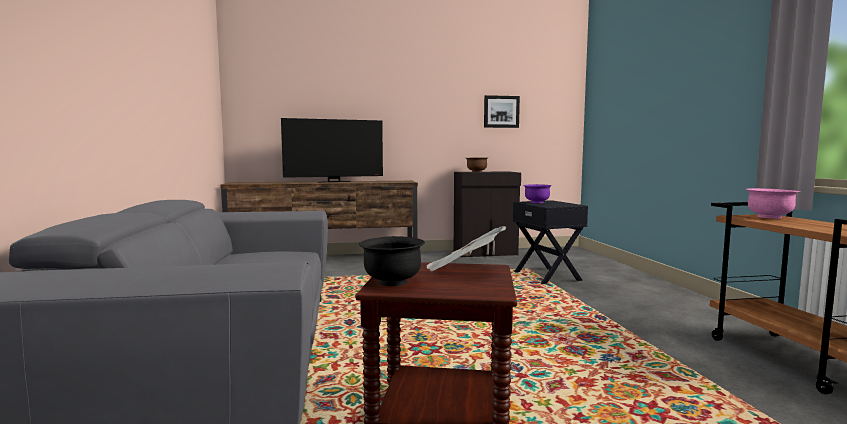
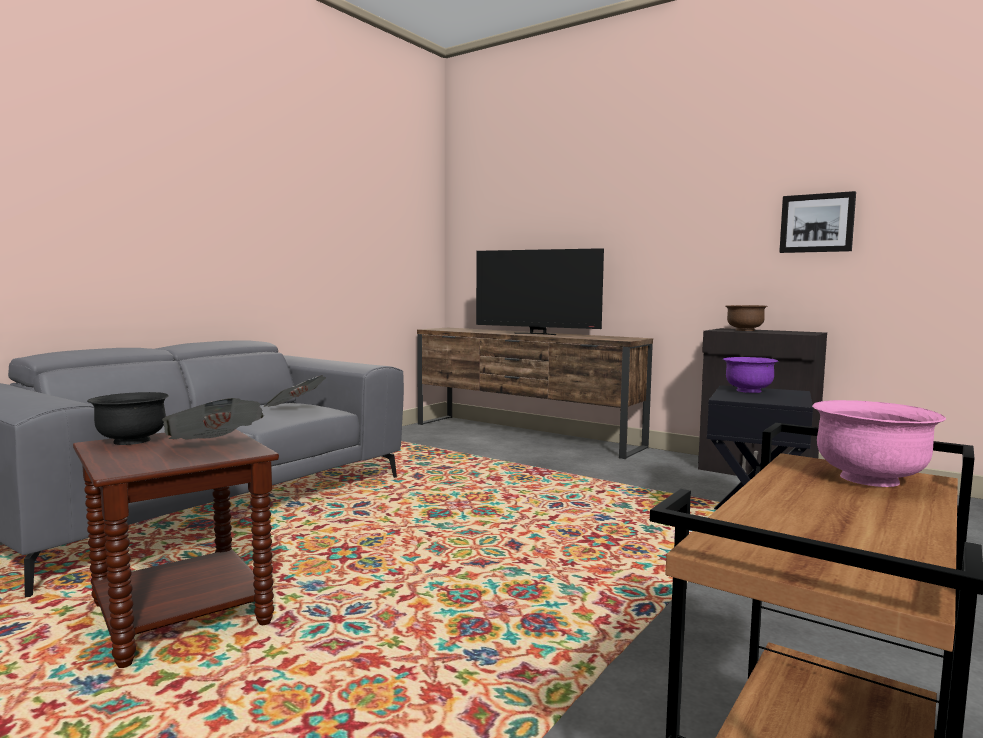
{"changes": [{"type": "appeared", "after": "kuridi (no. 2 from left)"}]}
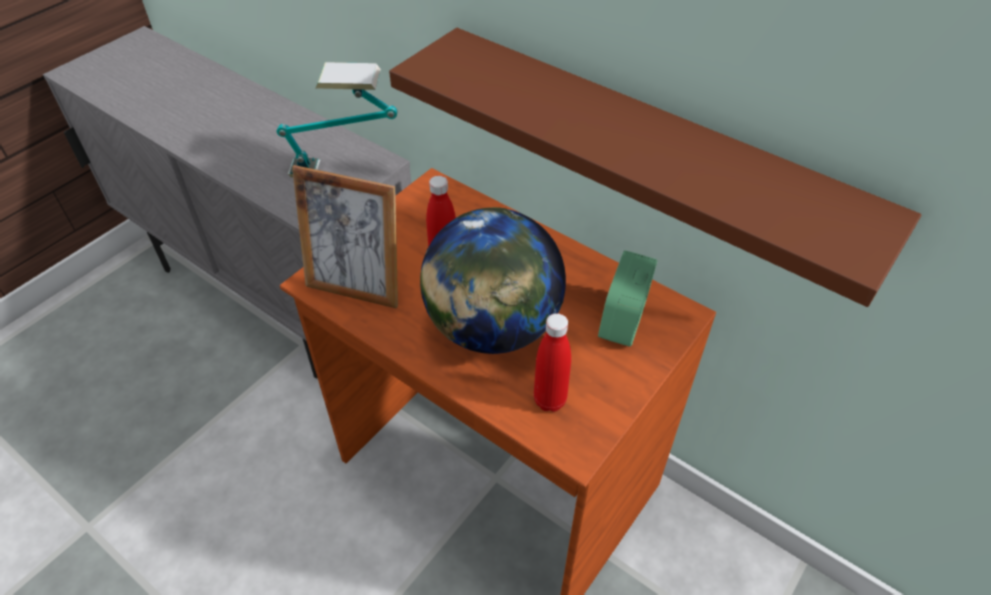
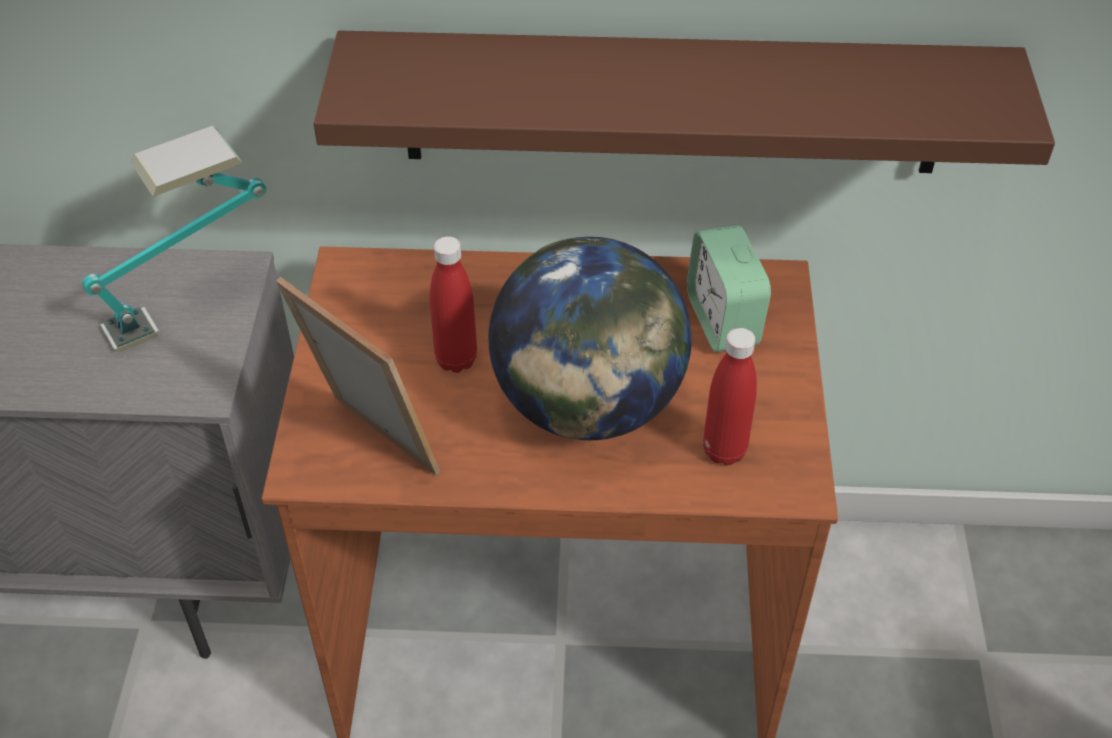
{"changes": [{"type": "spun", "before": "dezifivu", "turn": -120}]}
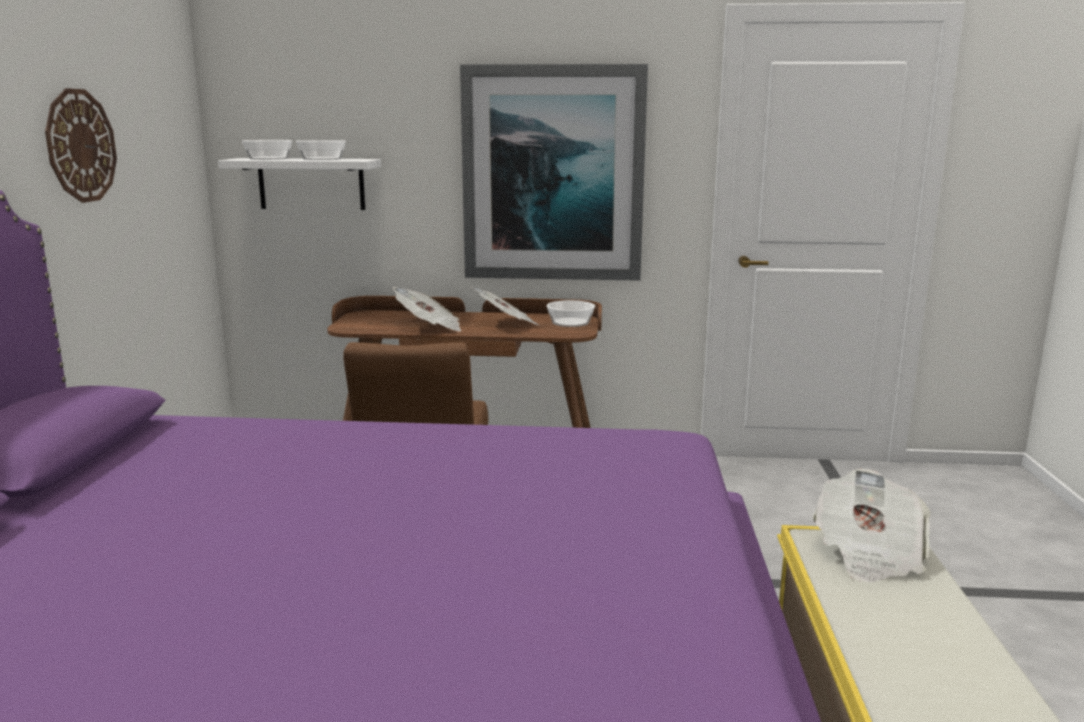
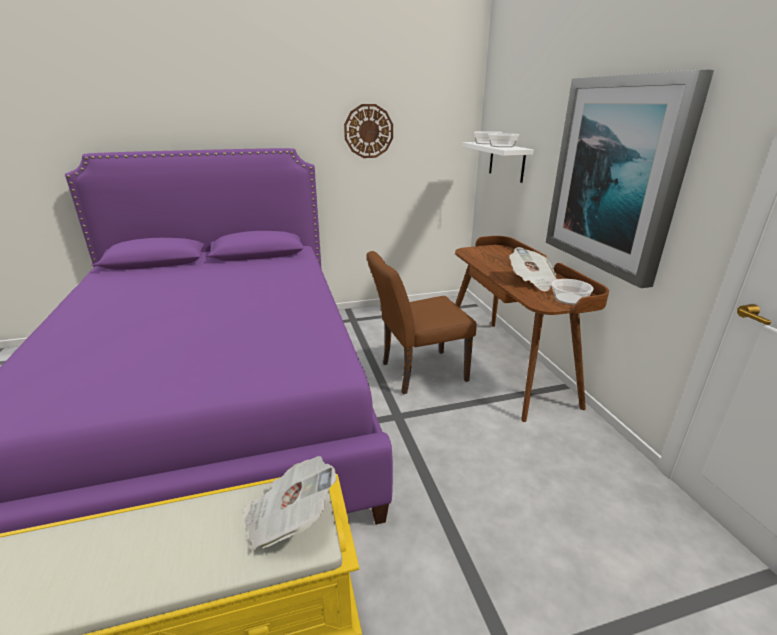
{"changes": [{"type": "missing", "before": "kuridi (no. 1 from left)"}]}
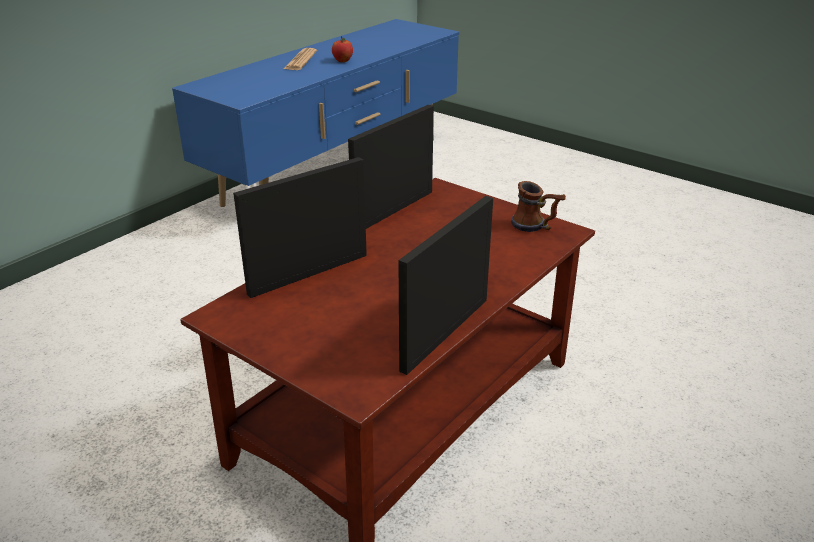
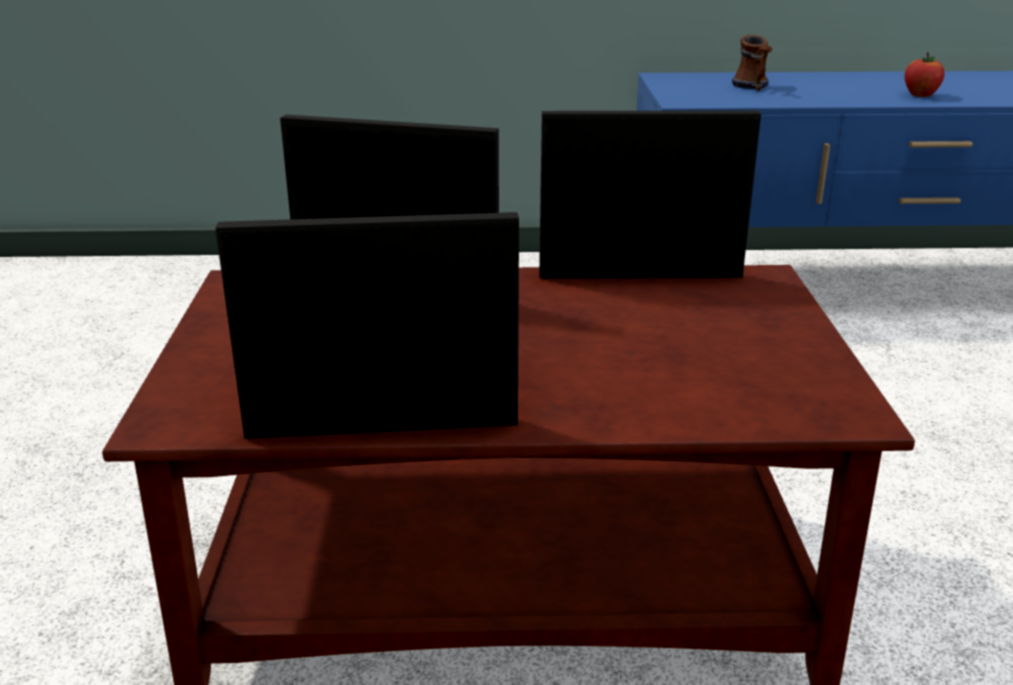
{"changes": [{"type": "missing", "before": "kuridi"}, {"type": "relocated", "before": "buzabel"}]}
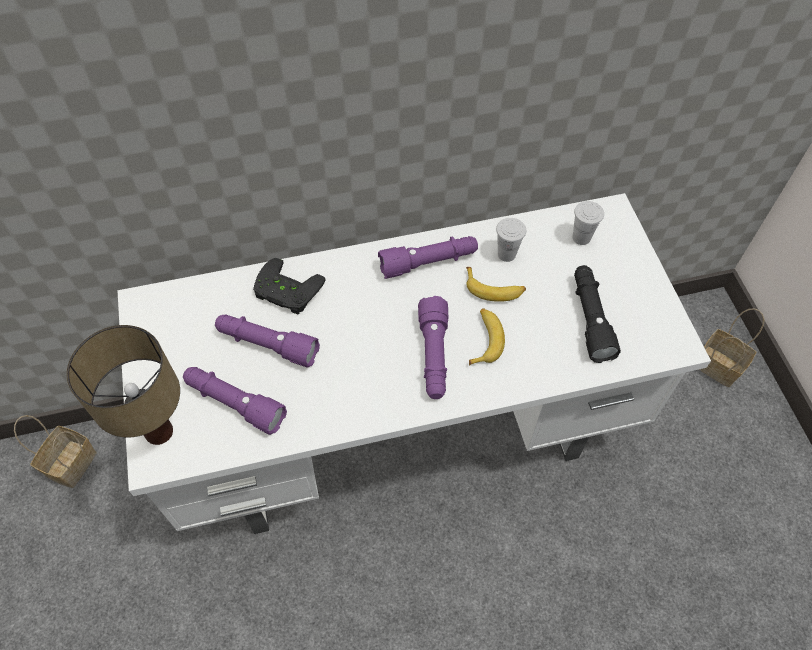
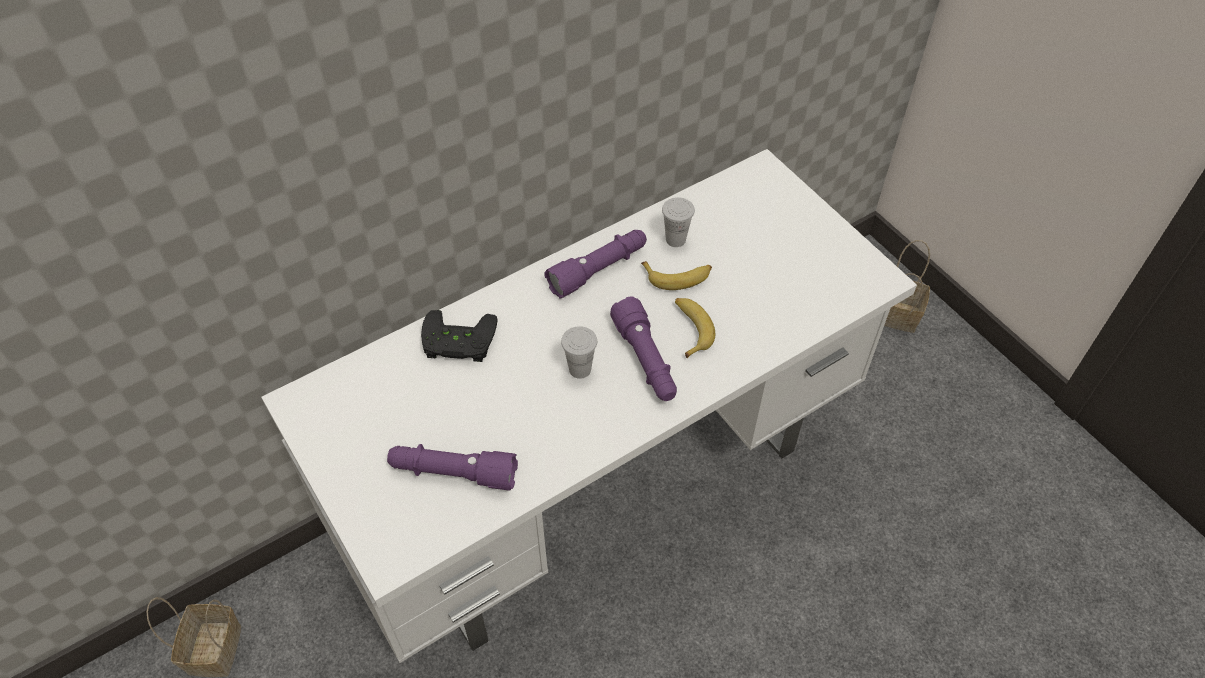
{"changes": [{"type": "relocated", "before": "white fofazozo (no. 2 from left in the first image)", "after": "white fofazozo (no. 1 from left)"}, {"type": "missing", "before": "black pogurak"}, {"type": "missing", "before": "purple pogurak (no. 2 from left)"}, {"type": "missing", "before": "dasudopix"}]}
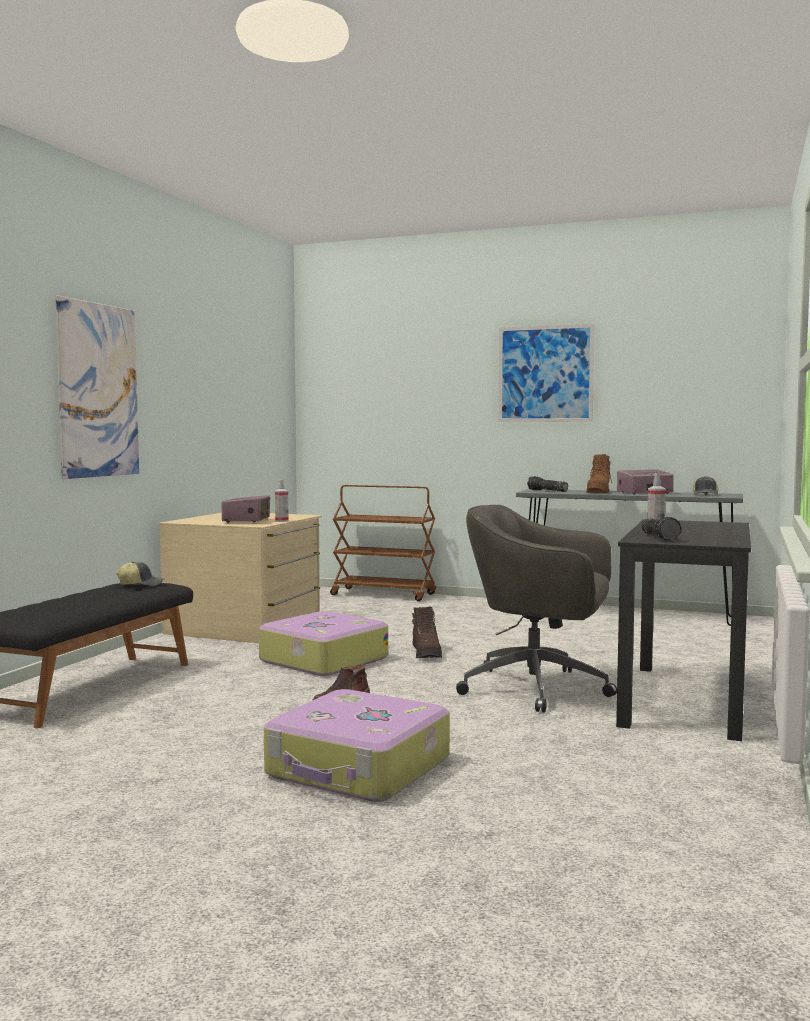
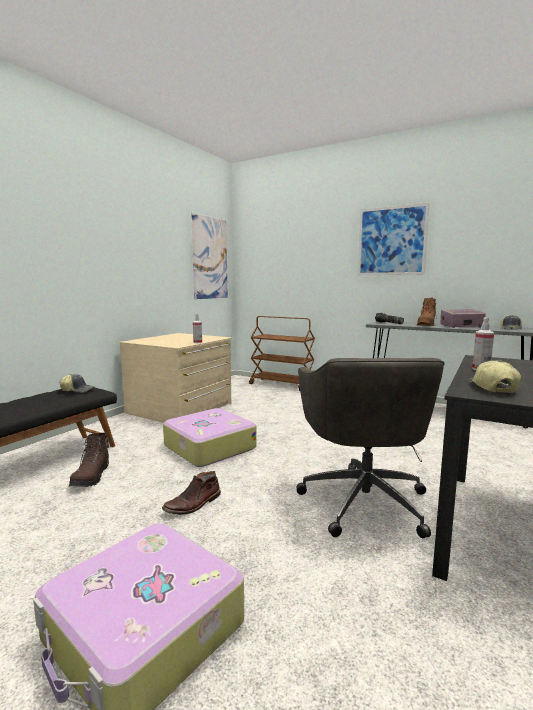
{"changes": [{"type": "relocated", "before": "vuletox (no. 1 from left)"}, {"type": "missing", "before": "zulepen (no. 1 from left)"}, {"type": "spun", "before": "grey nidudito", "turn": -120}, {"type": "exchanged", "before": "pogurak (no. 2 from left)", "after": "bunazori (no. 2 from left)"}, {"type": "relocated", "before": "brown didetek (no. 2 from left in the first image)", "after": "brown didetek (no. 1 from left)"}]}
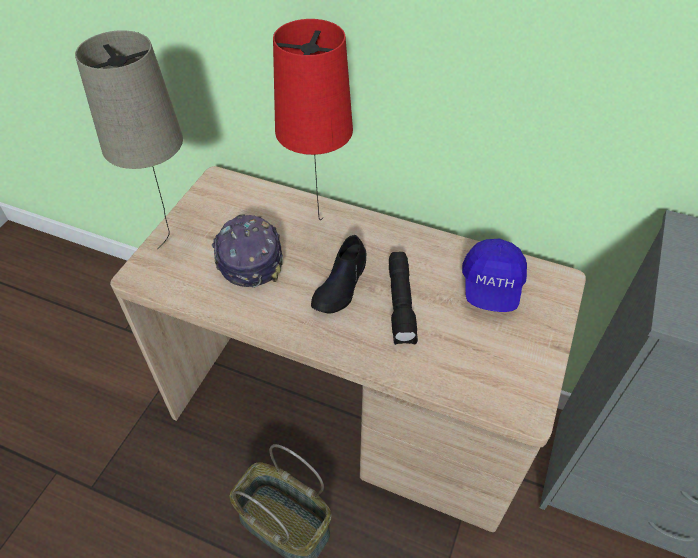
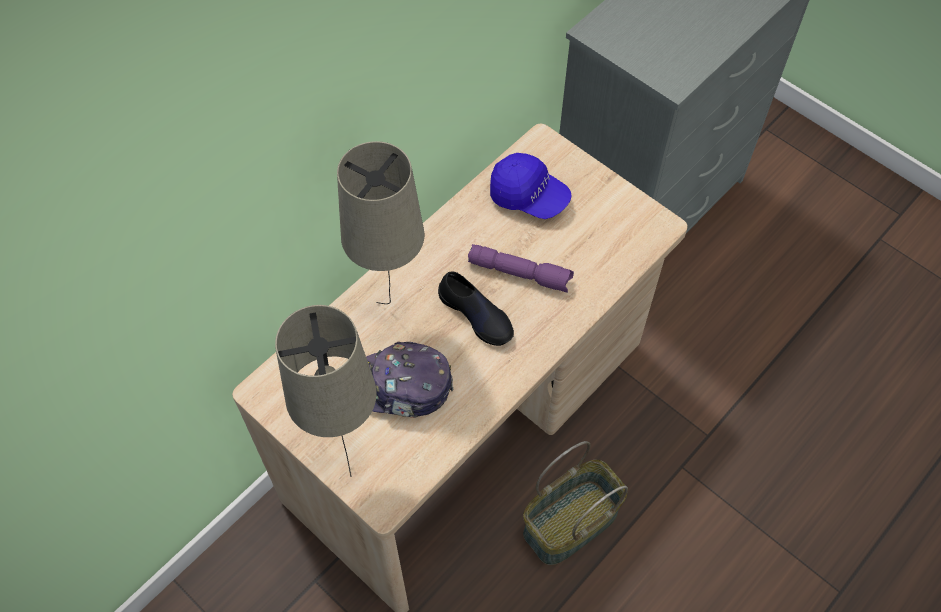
{"changes": [{"type": "colour", "before": "red dasudopix", "after": "beige dasudopix (no. 2 from left)"}, {"type": "colour", "before": "black pogurak", "after": "purple pogurak"}]}
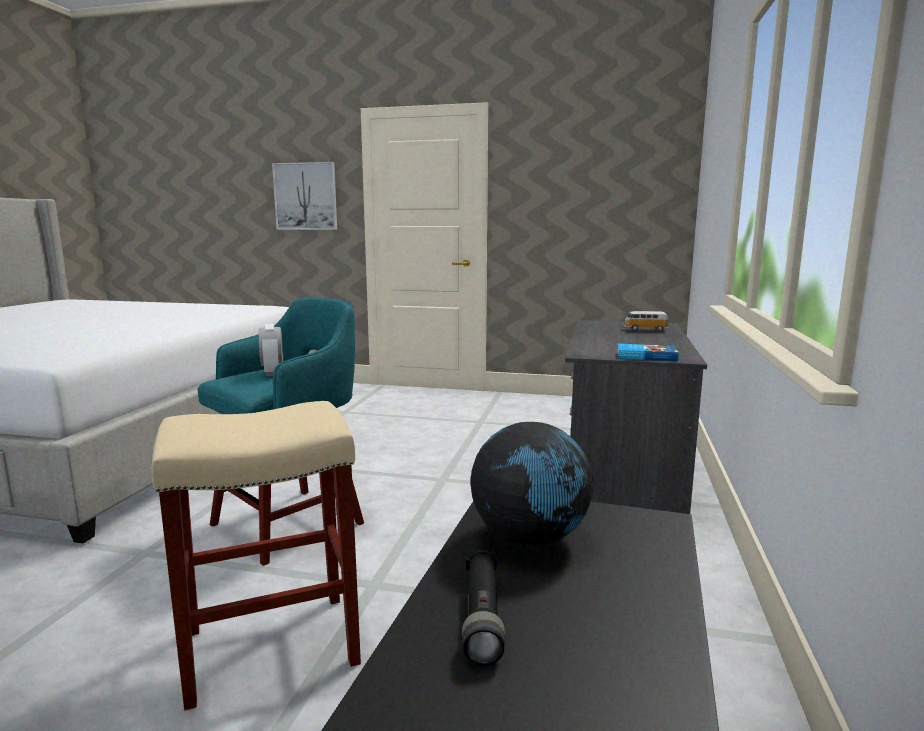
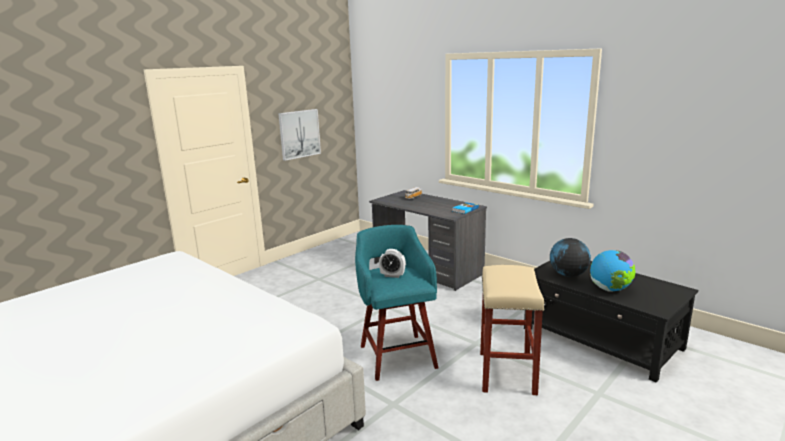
{"changes": [{"type": "relocated", "before": "vuletox"}, {"type": "exchanged", "before": "black pogurak", "after": "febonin (no. 2 from left)"}]}
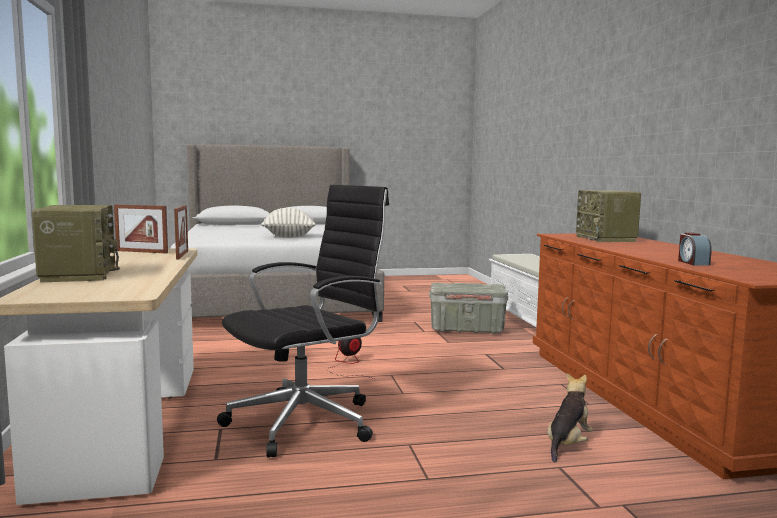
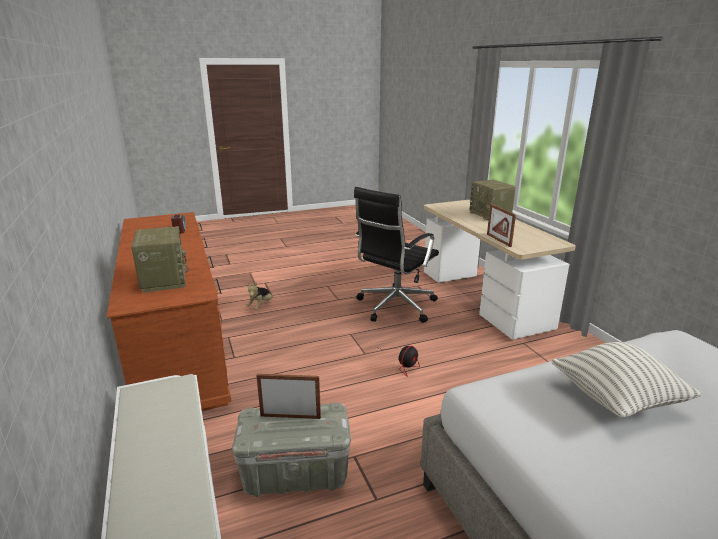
{"changes": [{"type": "relocated", "before": "dezifivu (no. 1 from left)"}]}
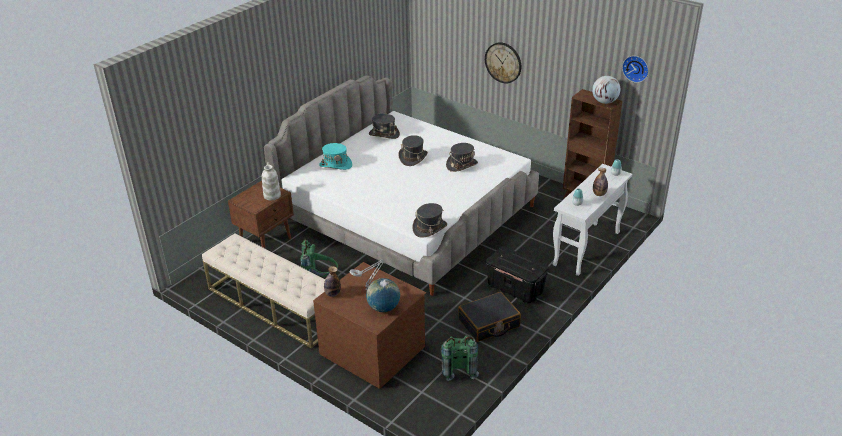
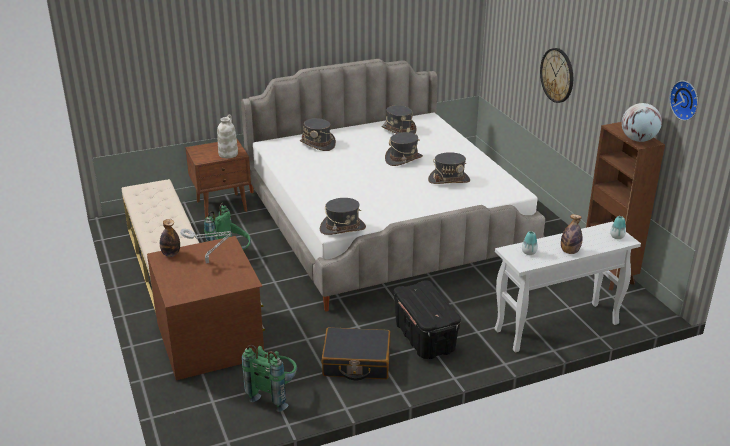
{"changes": [{"type": "colour", "before": "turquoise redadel", "after": "grey redadel (no. 1 from left)"}, {"type": "missing", "before": "febonin (no. 1 from left)"}]}
